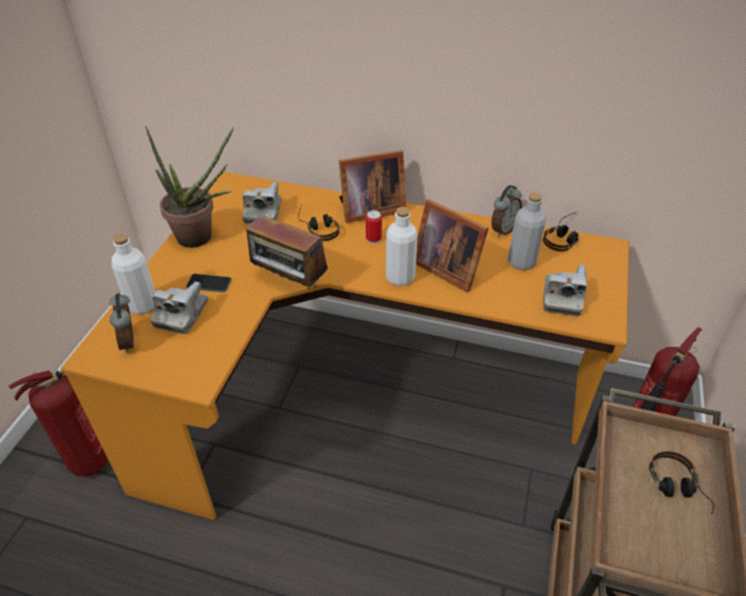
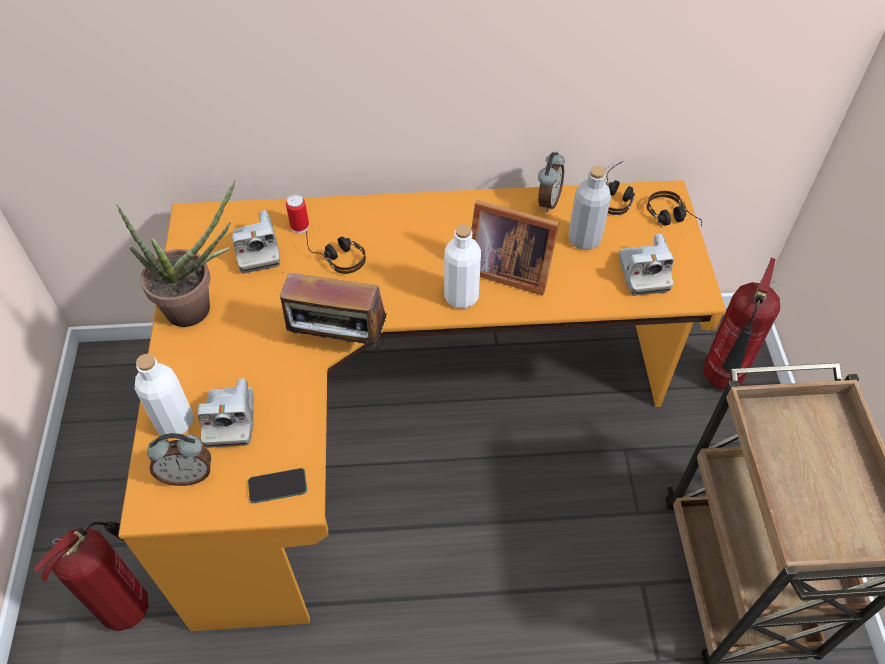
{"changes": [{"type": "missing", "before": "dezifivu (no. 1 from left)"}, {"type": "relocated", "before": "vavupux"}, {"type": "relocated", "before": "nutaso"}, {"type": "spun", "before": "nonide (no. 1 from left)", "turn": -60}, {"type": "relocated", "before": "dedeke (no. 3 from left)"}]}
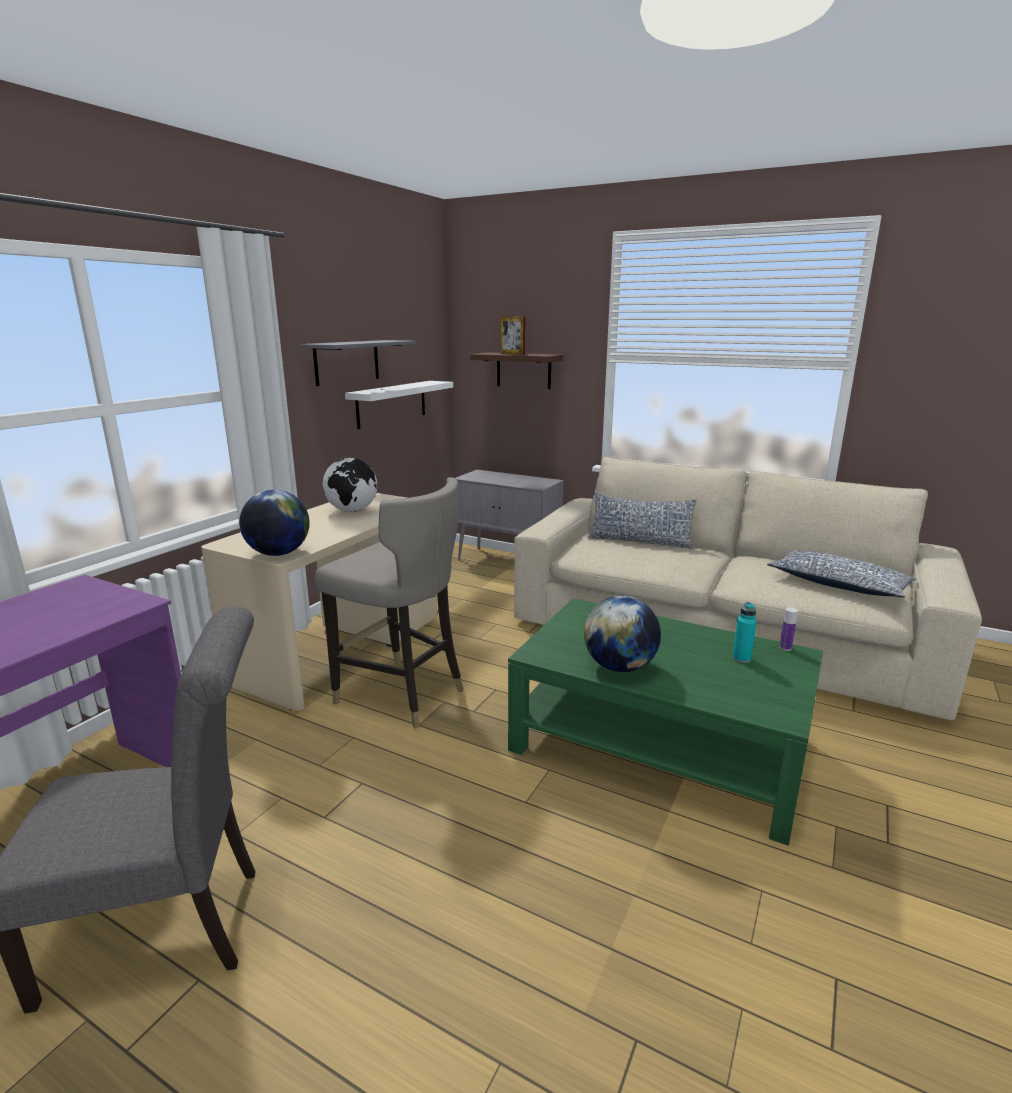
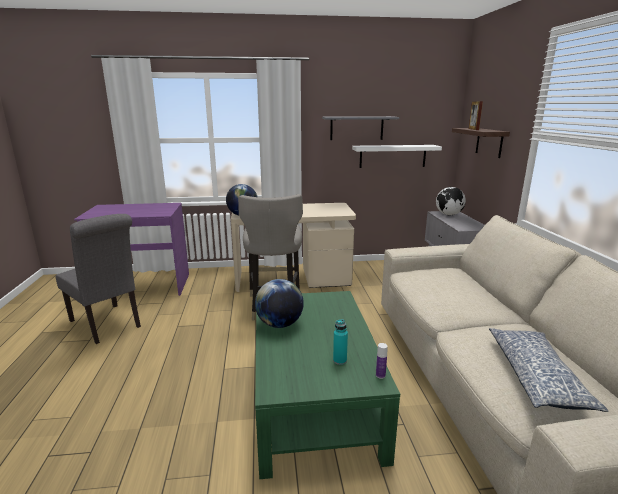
{"changes": [{"type": "relocated", "before": "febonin (no. 2 from left in the first image)", "after": "febonin (no. 3 from left)"}, {"type": "missing", "before": "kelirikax (no. 1 from left)"}]}
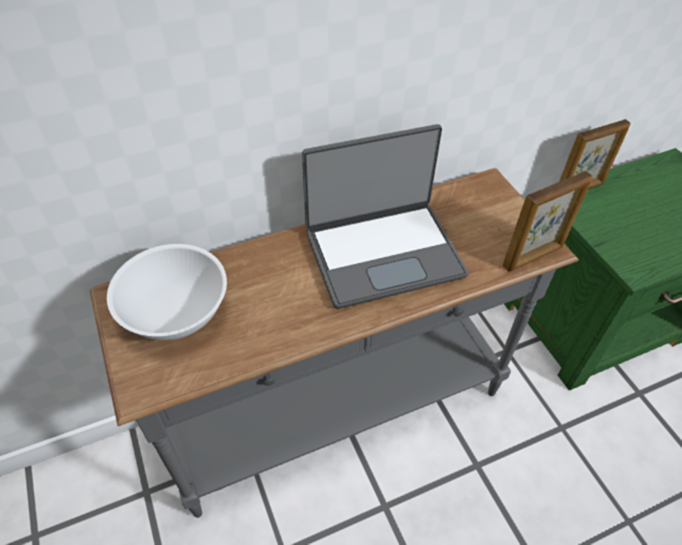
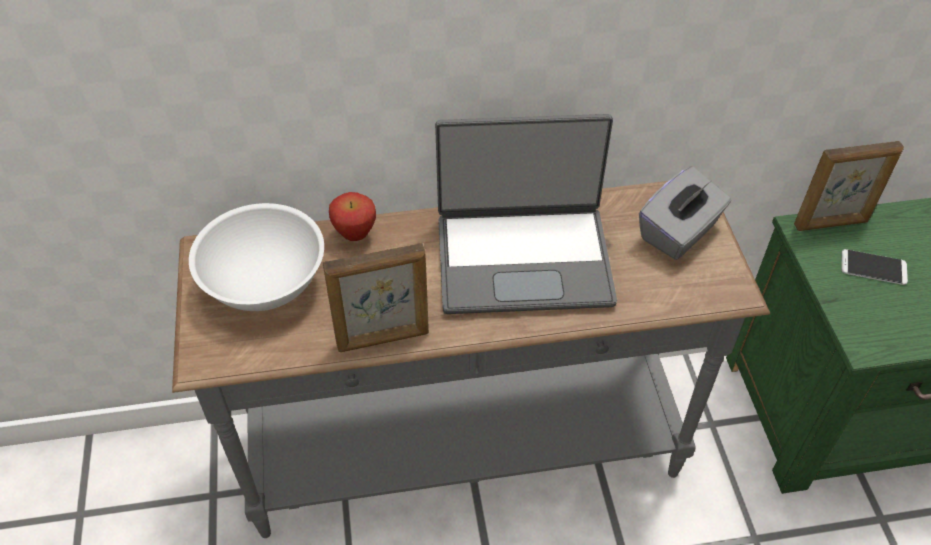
{"changes": [{"type": "relocated", "before": "dezifivu (no. 1 from left)"}, {"type": "appeared", "after": "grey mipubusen"}, {"type": "appeared", "after": "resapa"}, {"type": "appeared", "after": "nutaso"}]}
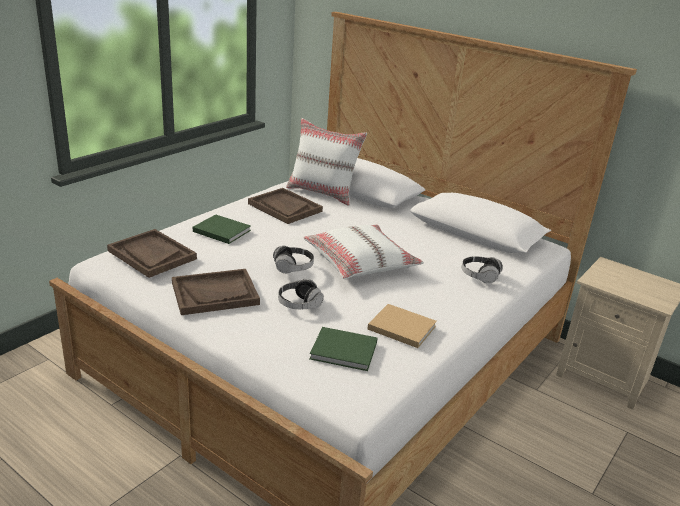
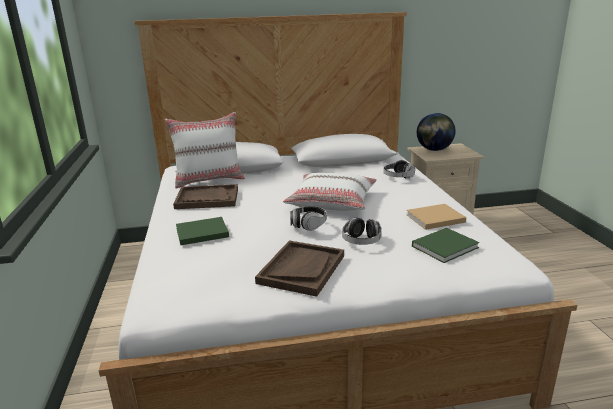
{"changes": [{"type": "missing", "before": "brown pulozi (no. 1 from left)"}, {"type": "appeared", "after": "febonin"}]}
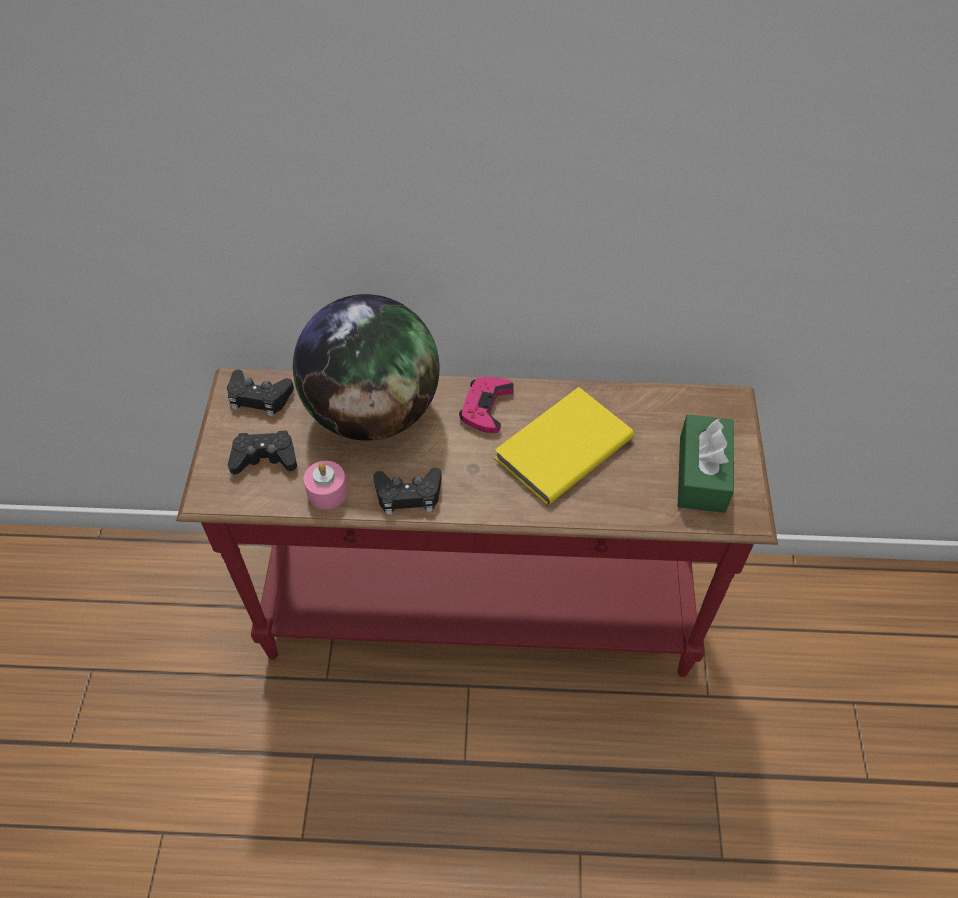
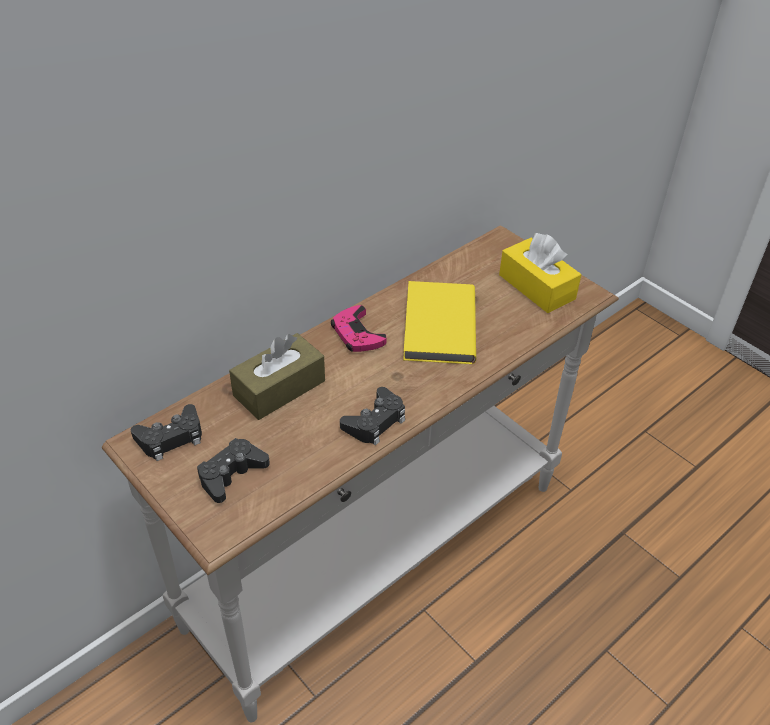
{"changes": [{"type": "exchanged", "before": "febonin", "after": "brown mipubusen"}, {"type": "colour", "before": "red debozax", "after": "white debozax"}, {"type": "colour", "before": "green mipubusen", "after": "yellow mipubusen"}, {"type": "missing", "before": "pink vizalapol"}]}
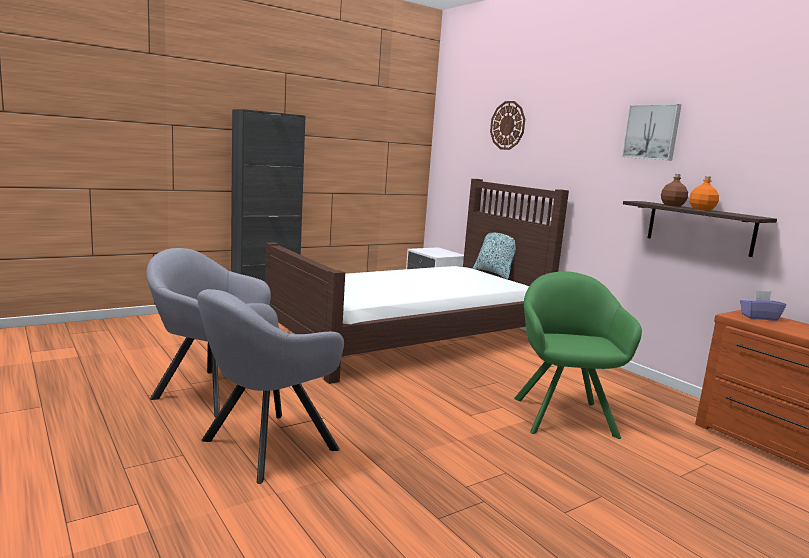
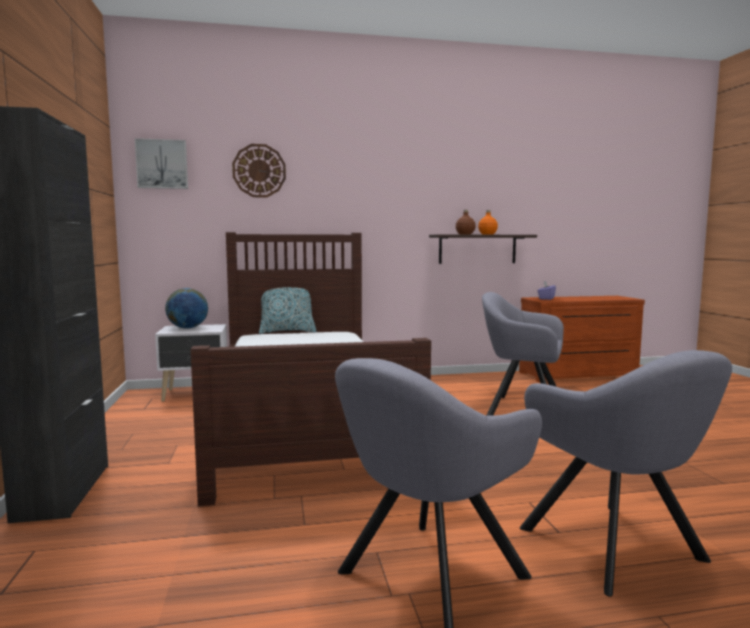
{"changes": [{"type": "relocated", "before": "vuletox"}, {"type": "colour", "before": "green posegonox", "after": "grey posegonox (no. 2 from left)"}, {"type": "appeared", "after": "febonin"}]}
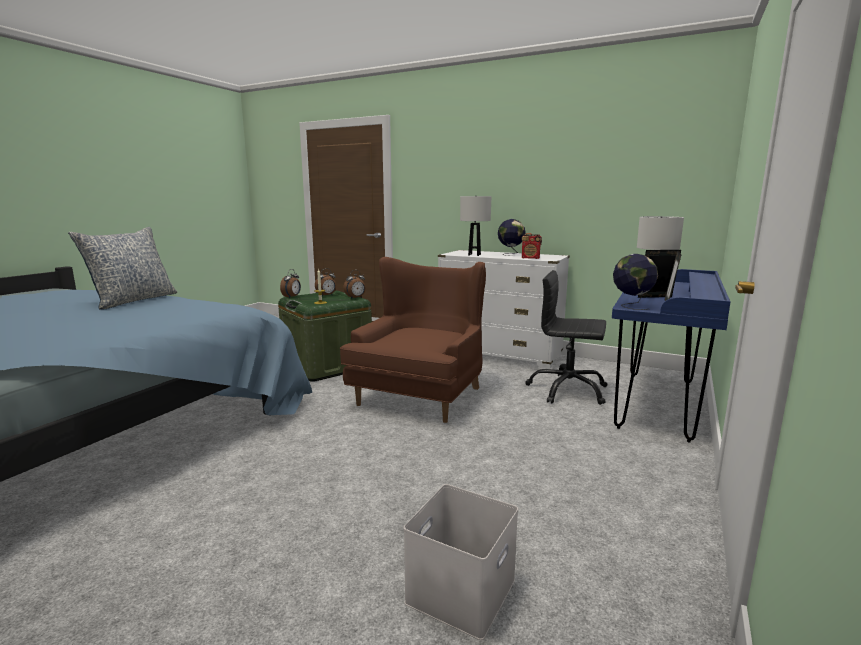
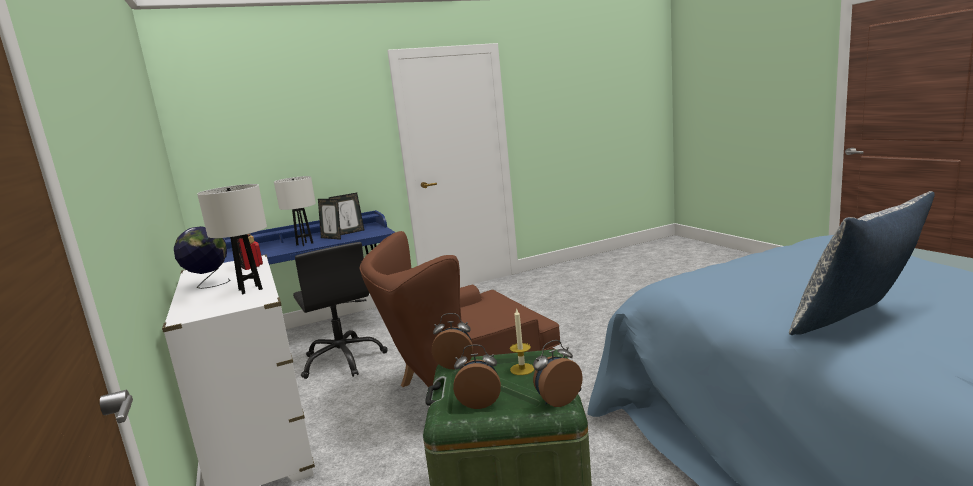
{"changes": [{"type": "missing", "before": "febonin (no. 2 from left)"}, {"type": "missing", "before": "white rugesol"}]}
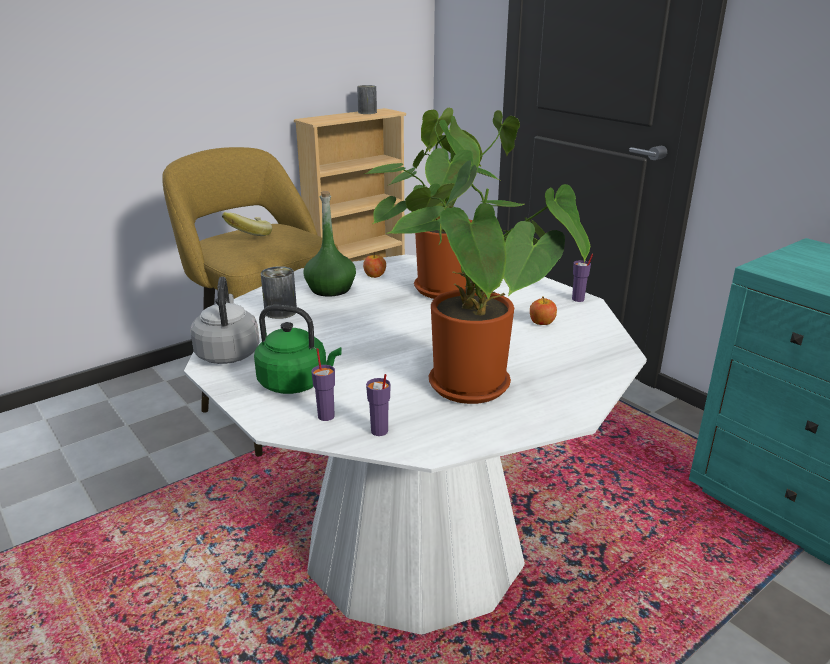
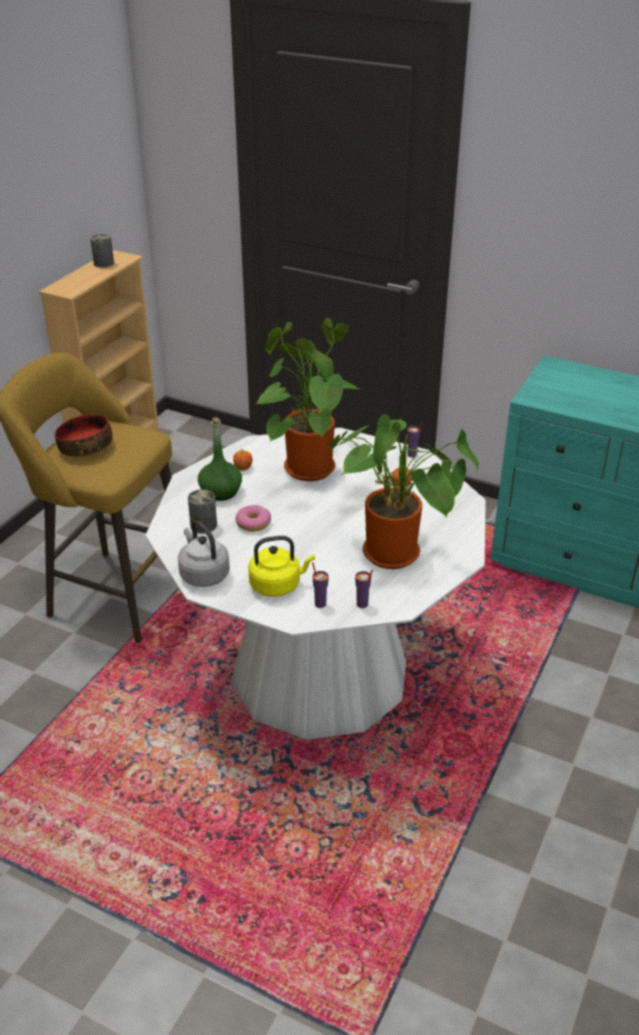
{"changes": [{"type": "exchanged", "before": "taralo", "after": "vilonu"}, {"type": "colour", "before": "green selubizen", "after": "yellow selubizen"}, {"type": "appeared", "after": "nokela"}]}
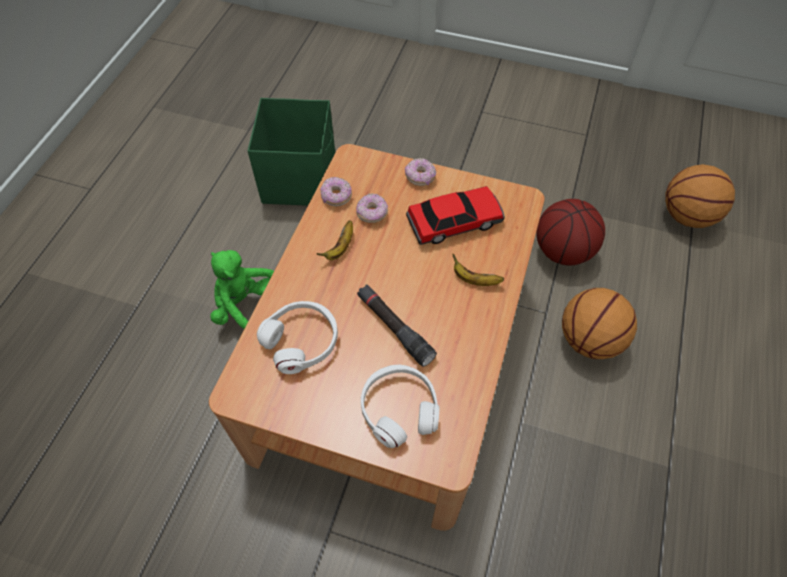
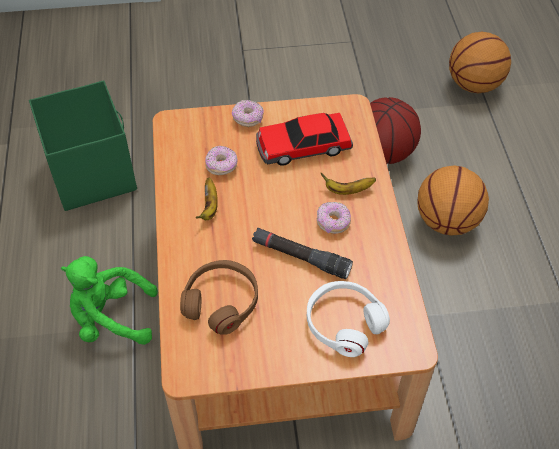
{"changes": [{"type": "relocated", "before": "nokela (no. 1 from left in the first image)", "after": "nokela (no. 3 from left)"}, {"type": "spun", "before": "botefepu", "turn": -150}, {"type": "colour", "before": "white dedeke (no. 1 from left)", "after": "brown dedeke"}]}
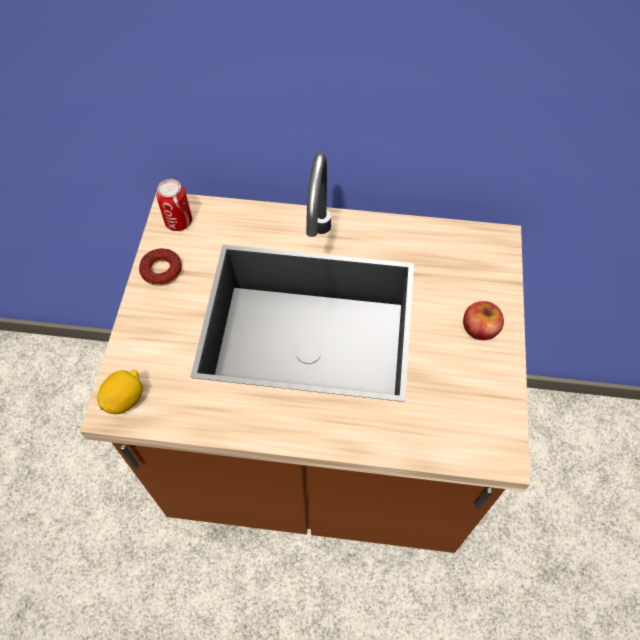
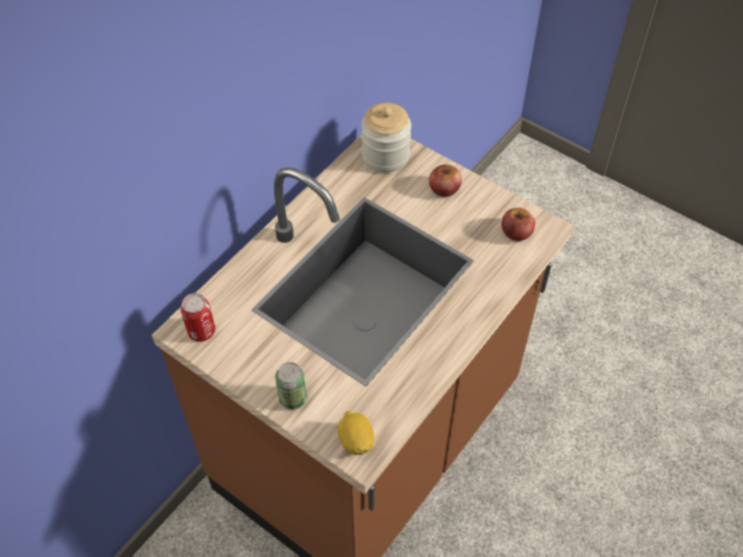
{"changes": [{"type": "missing", "before": "nokela"}, {"type": "appeared", "after": "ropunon"}, {"type": "appeared", "after": "resapa (no. 2 from left)"}, {"type": "appeared", "after": "vavupux (no. 2 from left)"}]}
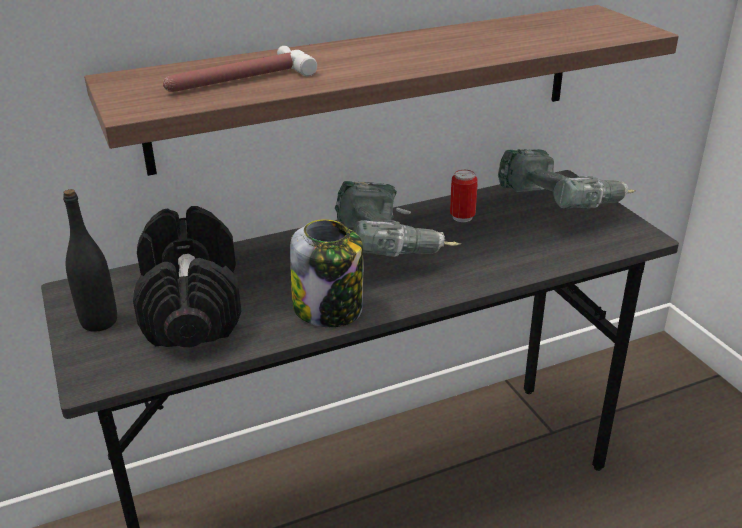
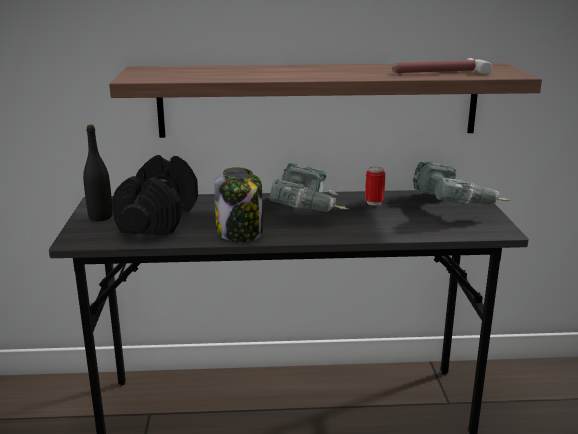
{"changes": [{"type": "relocated", "before": "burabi"}]}
